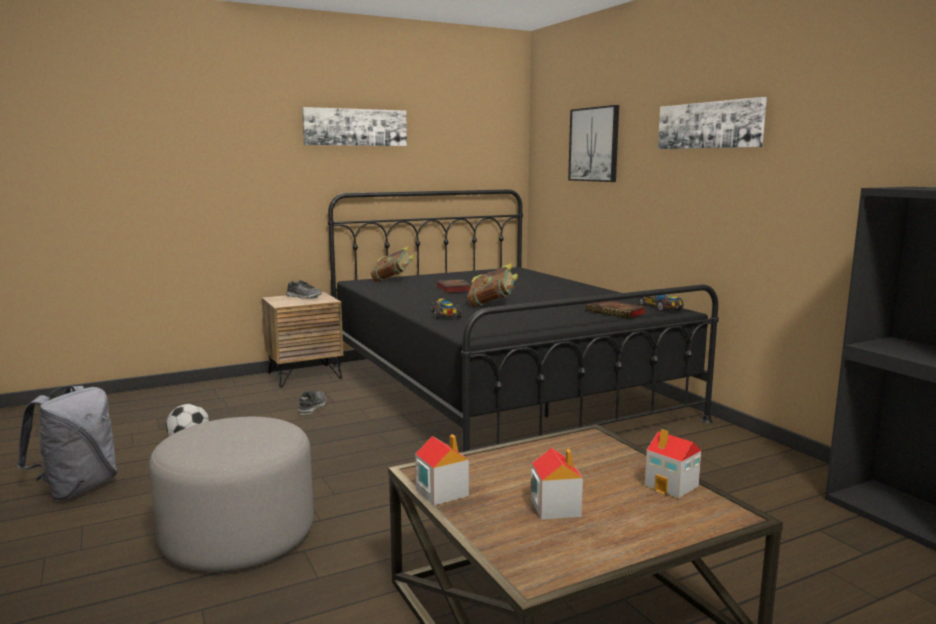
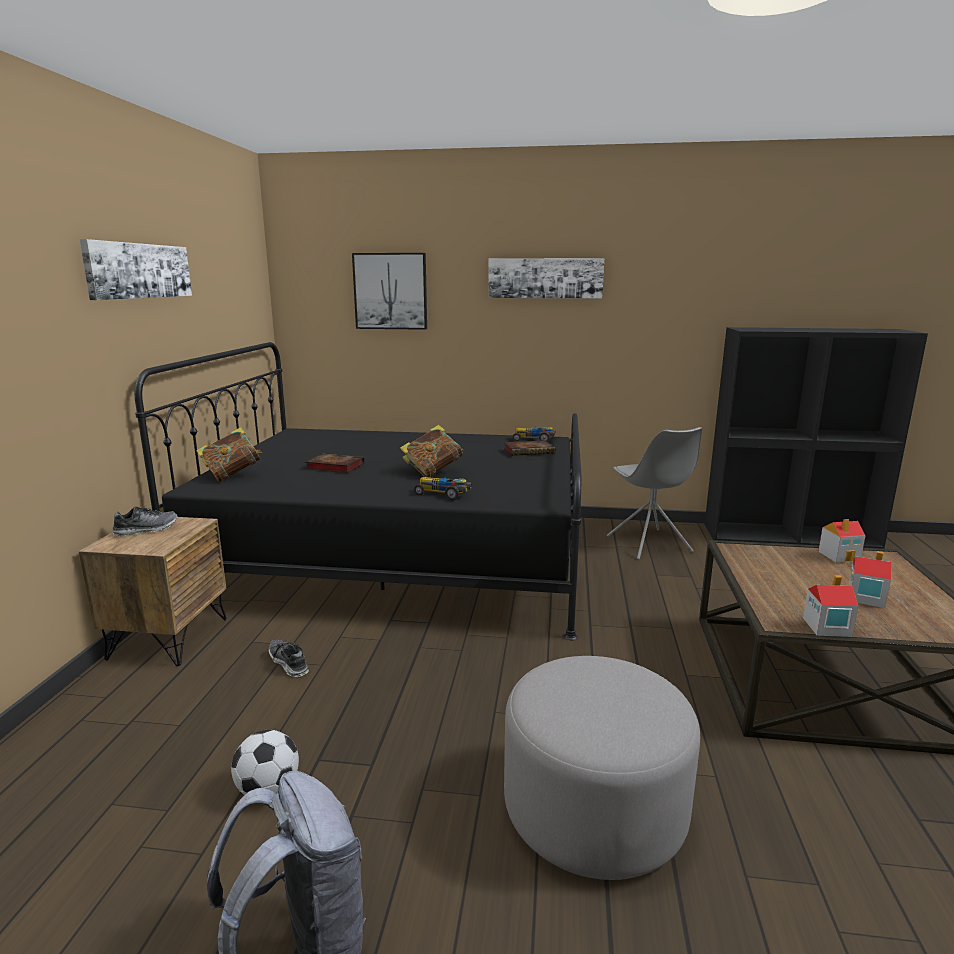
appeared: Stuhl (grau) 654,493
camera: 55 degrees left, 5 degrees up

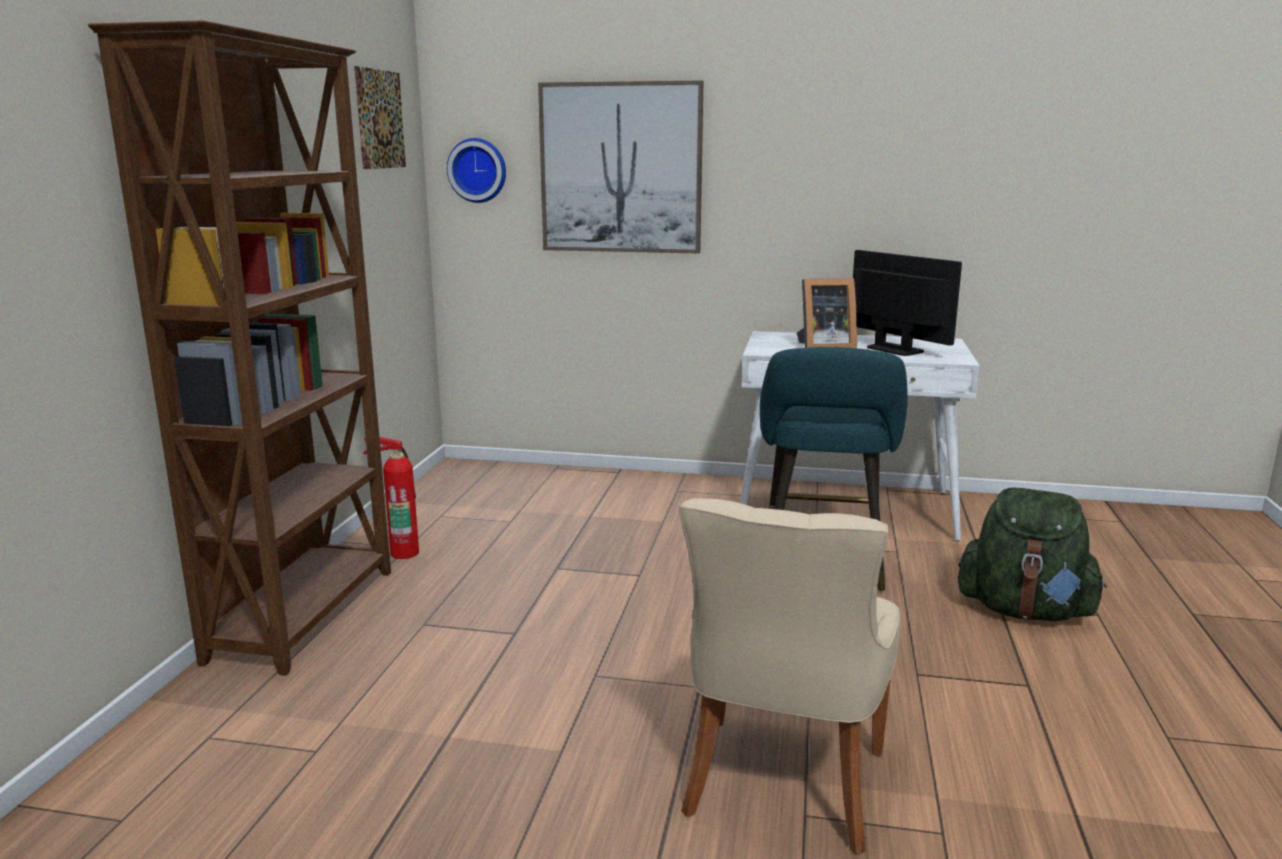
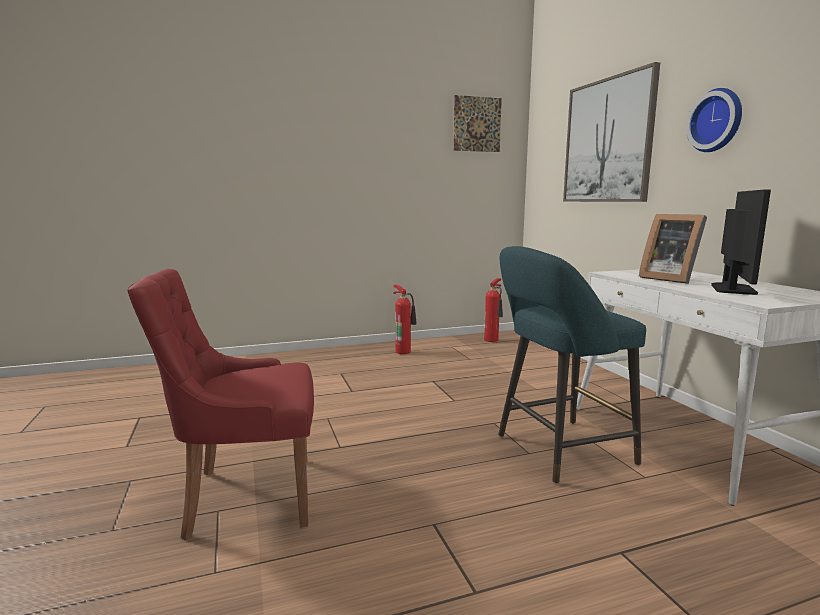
missing: Bücherregal (braun) 239,348; Rucksack (grün) 1032,554
appeared: Feuerlöscher 493,310
relocated: Wanduhr 476,170 to 714,120
colour: Stuhl (beige) 790,676 to Stuhl (rot) 220,405
camera: 60 degrees right, 5 degrees down

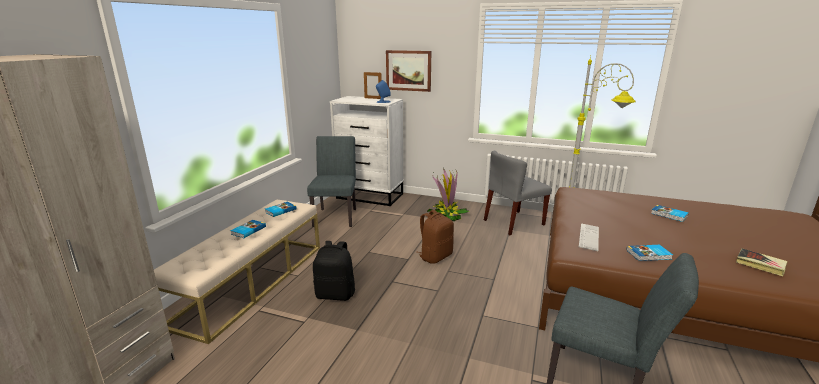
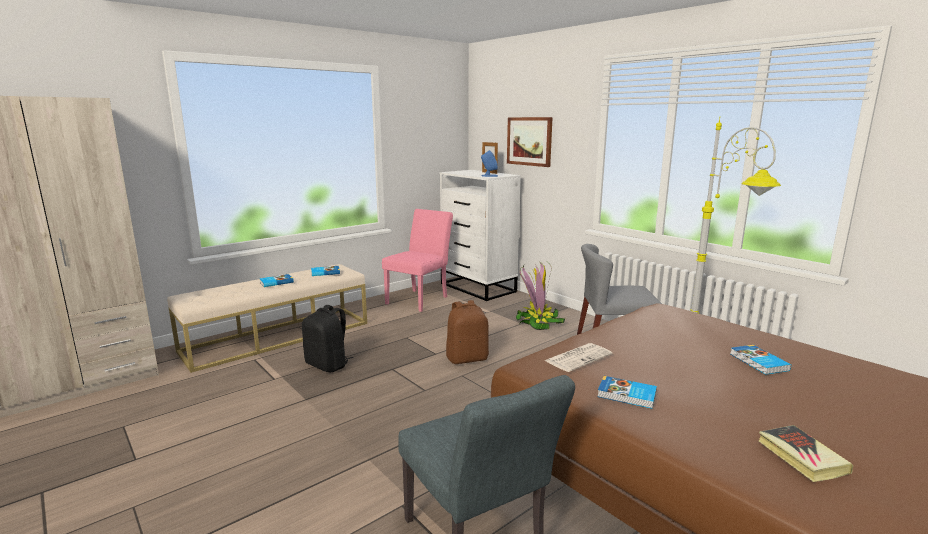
exchanged: Tastatur 589,237 to Zeitung 578,357
colour: Stuhl (grau) 331,181 to Stuhl (rosa) 417,260
camera: 30 degrees right, 5 degrees down

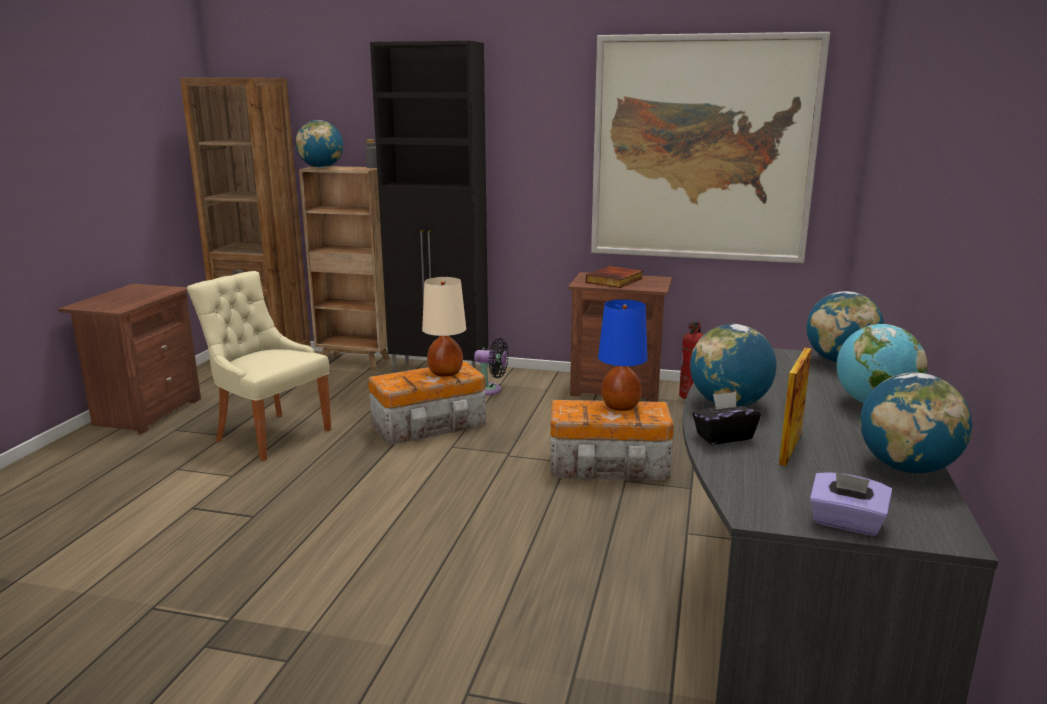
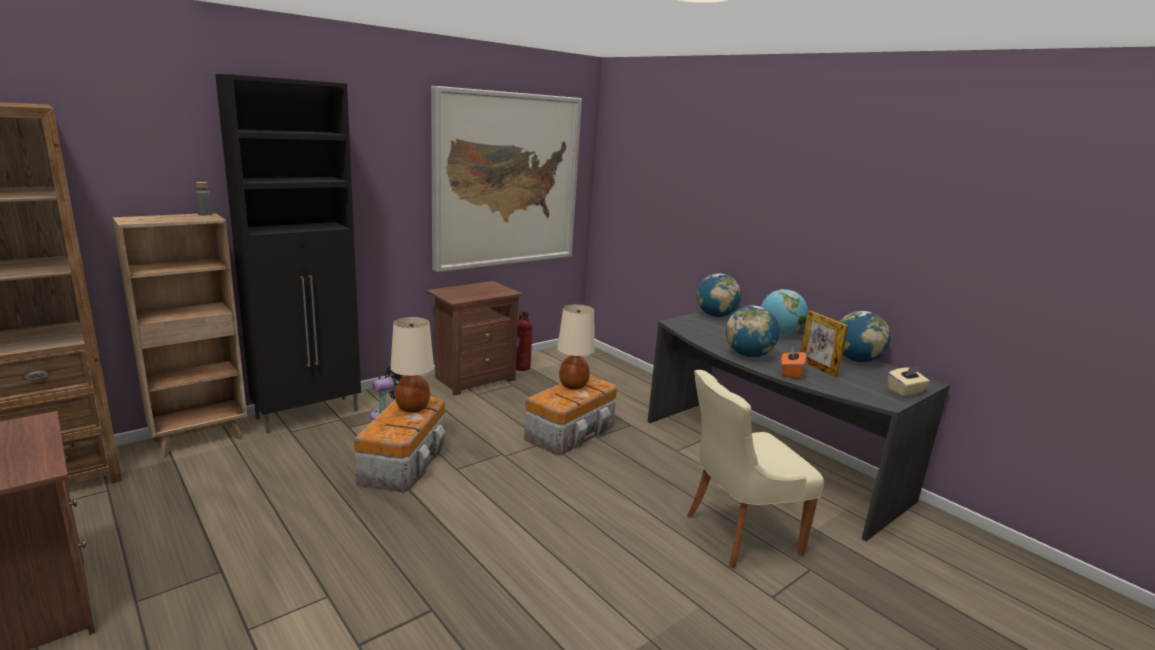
missing: Globus 319,144; Buch 614,277
relocated: Stuhl (beige) 259,366 to 755,469
colour: Tischlampe (blau) 622,355 to Tischlampe (beige) 576,346; Taschentuchbox (schwarz) 726,418 to Taschentuchbox (orange) 793,362; Taschentuchbox (lila) 851,504 to Taschentuchbox (beige) 909,382
camera: 55 degrees left, 0 degrees up

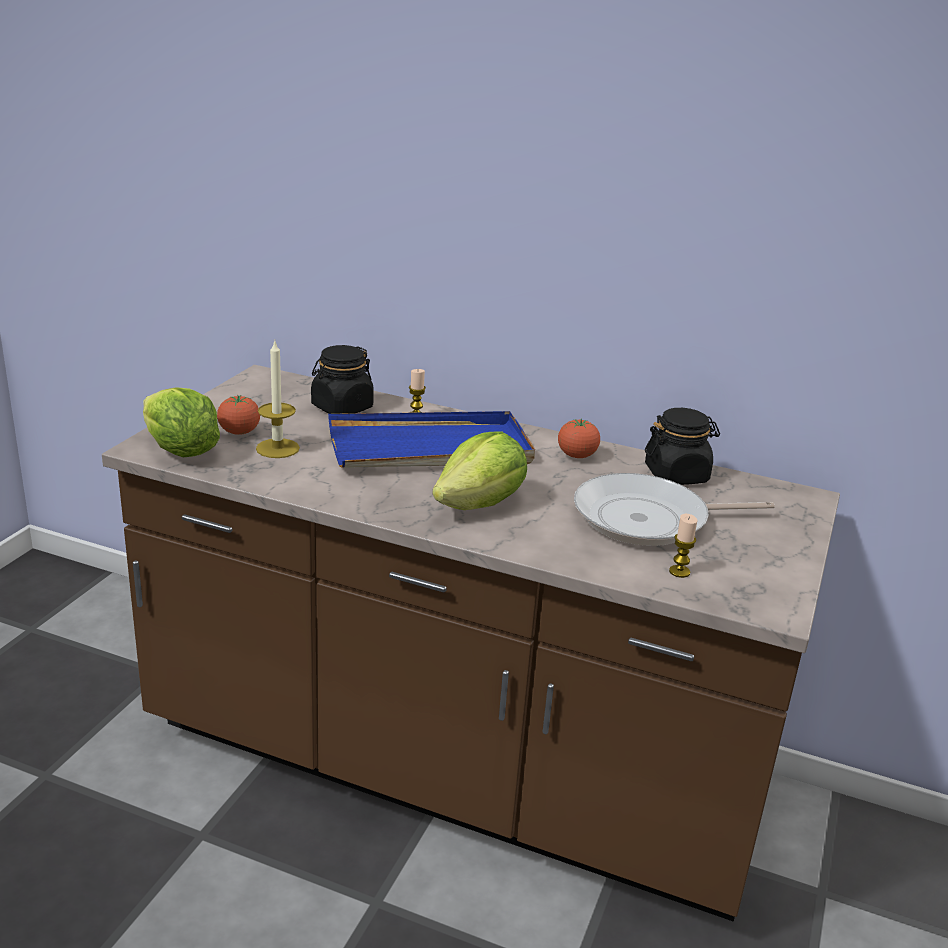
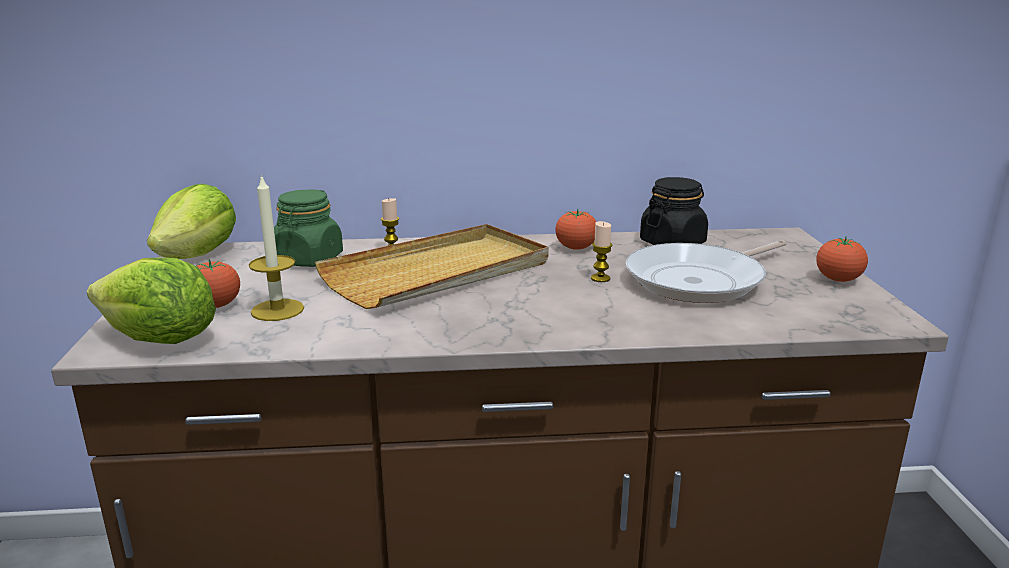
appeared: Tomate 842,259
relocated: Salatkopf 479,470 to 191,221; Kerze 683,546 to 601,251
colour: Vorratsglas (schwarz) 342,379 to Vorratsglas (grün) 308,228; Tablett (blau) 431,439 to Tablett (beige) 431,266
camera: 25 degrees left, 5 degrees down

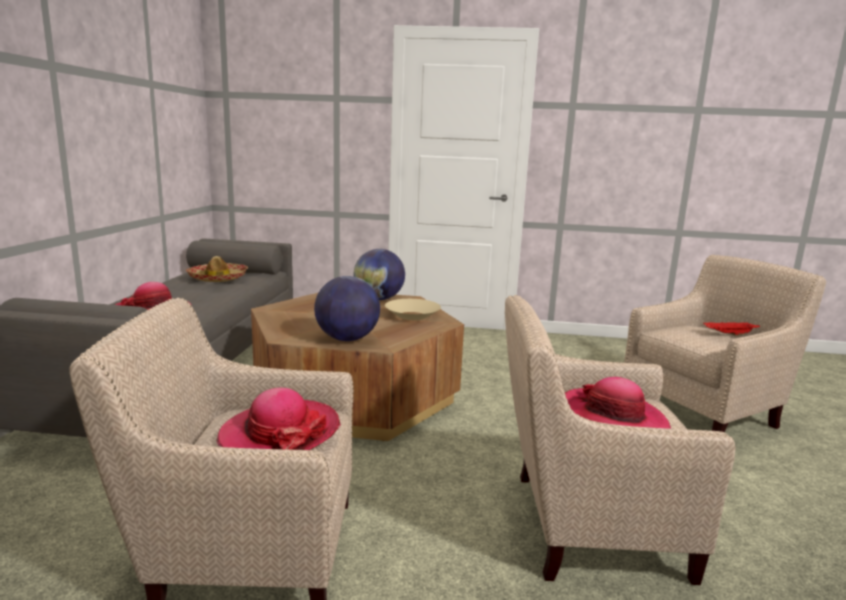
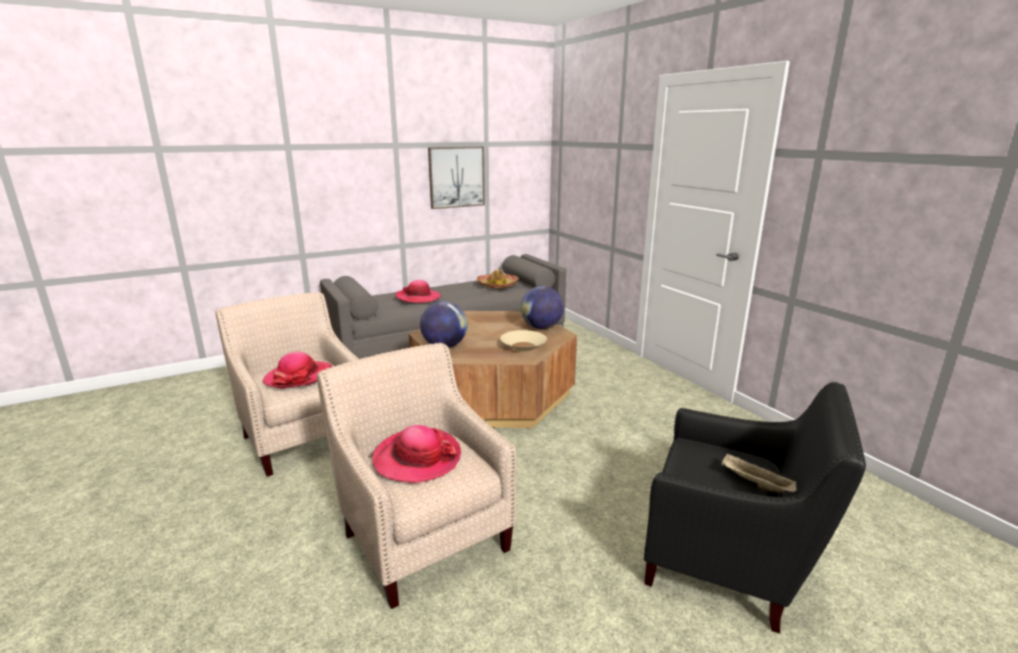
appeared: Bild 456,178
colour: Sessel (beige) 725,344 to Sessel (schwarz) 755,508; Tablett (rot) 731,329 to Tablett (beige) 758,473
camera: 55 degrees right, 5 degrees up

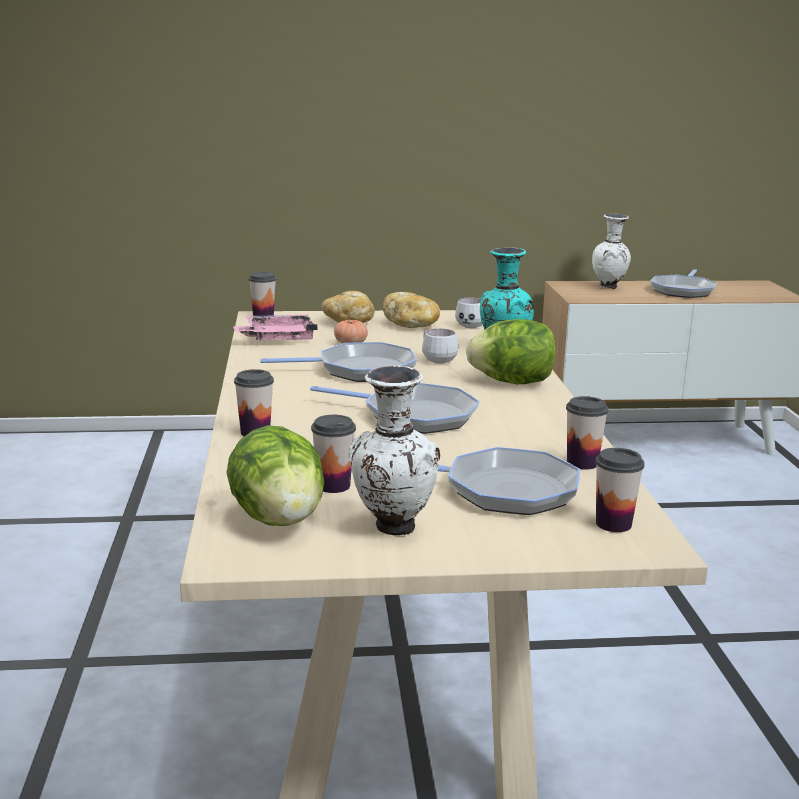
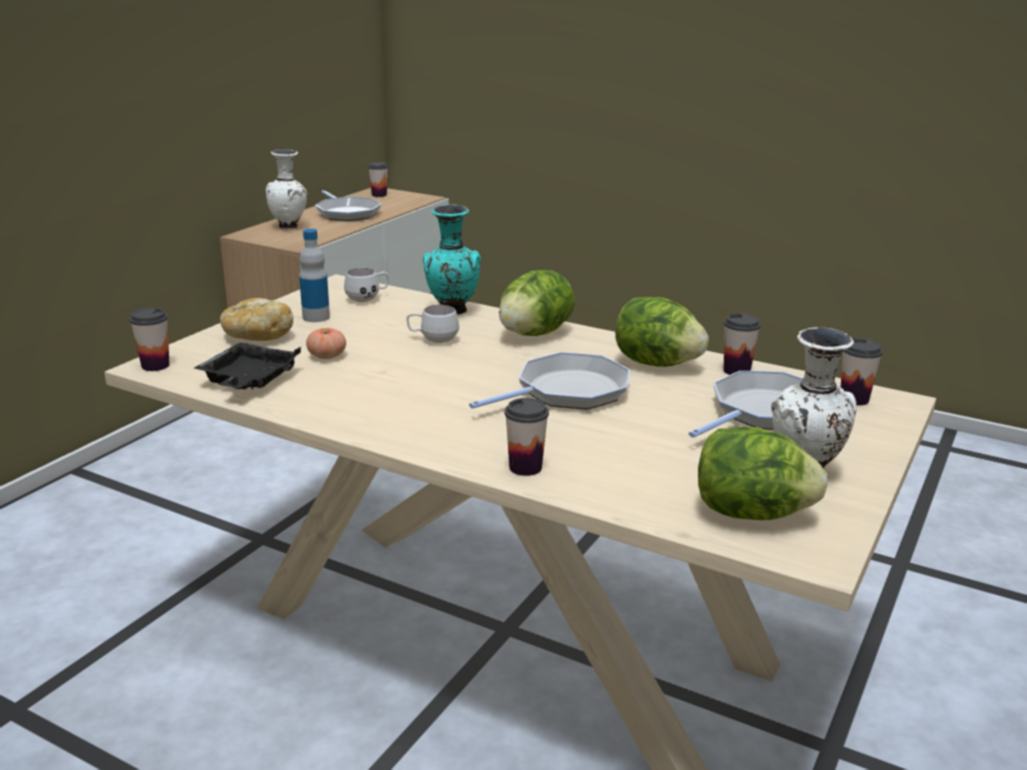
missing: Pfanne 338,362
appeared: Salatkopf 662,332
relocated: Tasse 333,454 to 378,179
exchanged: Brot 411,310 to Flasche 314,275
colour: Tablett (rosa) 275,327 to Tablett (schwarz) 247,365
camera: 55 degrees left, 5 degrees up

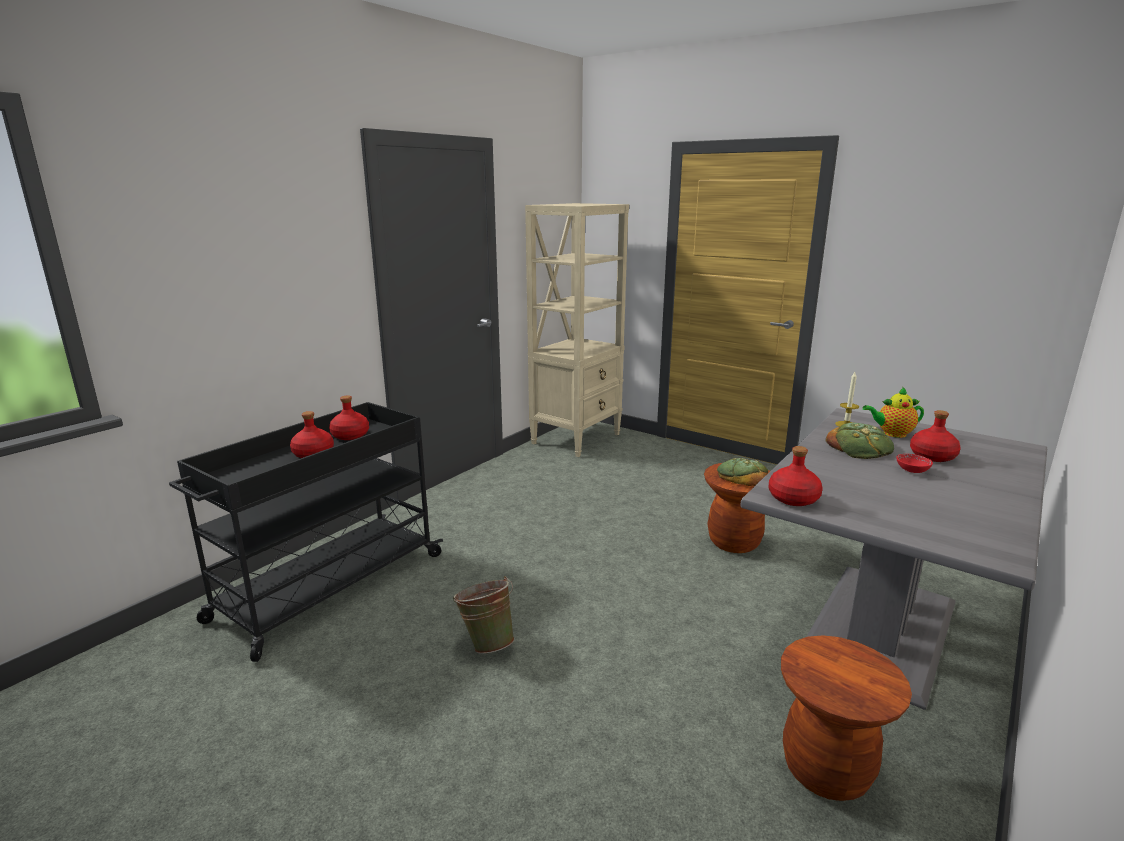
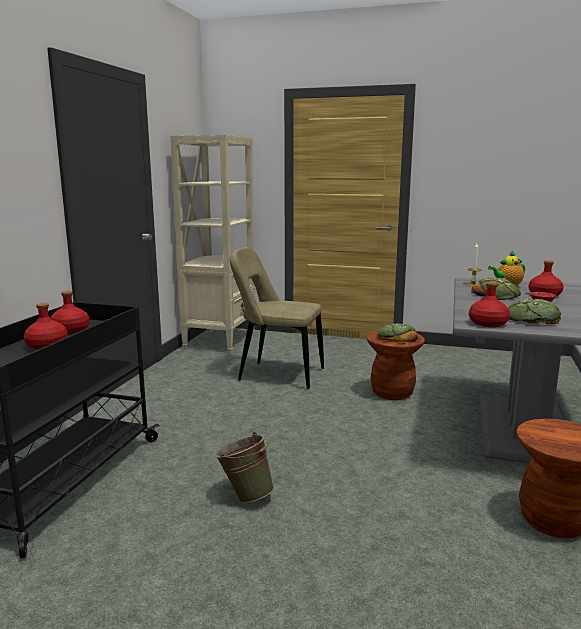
appeared: Stuhl (beige) 276,318; Brot 534,311
camera: 20 degrees left, 5 degrees down

